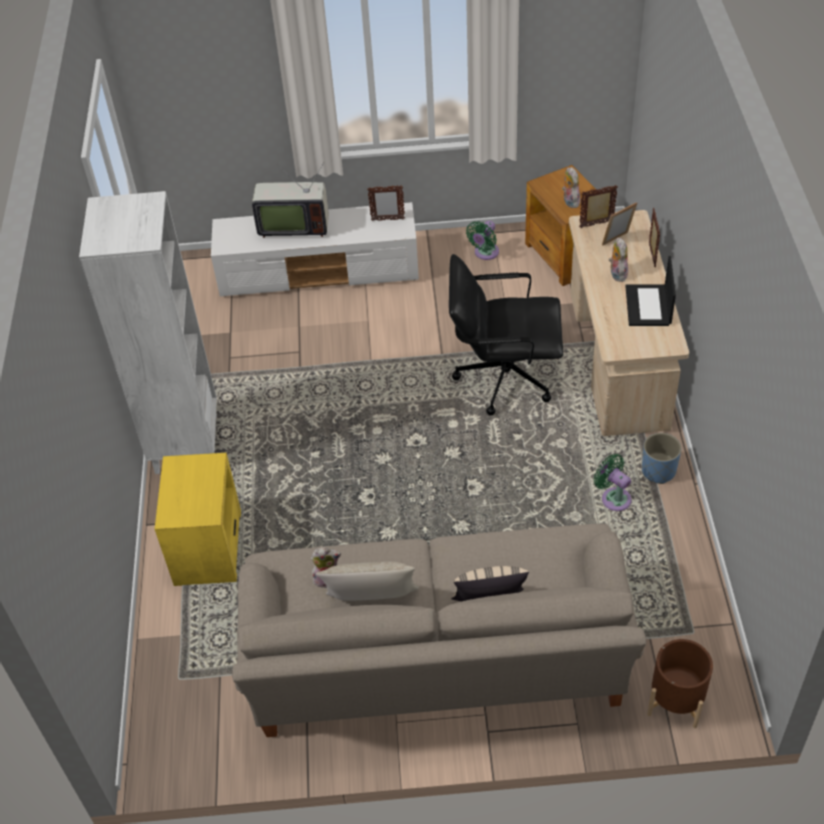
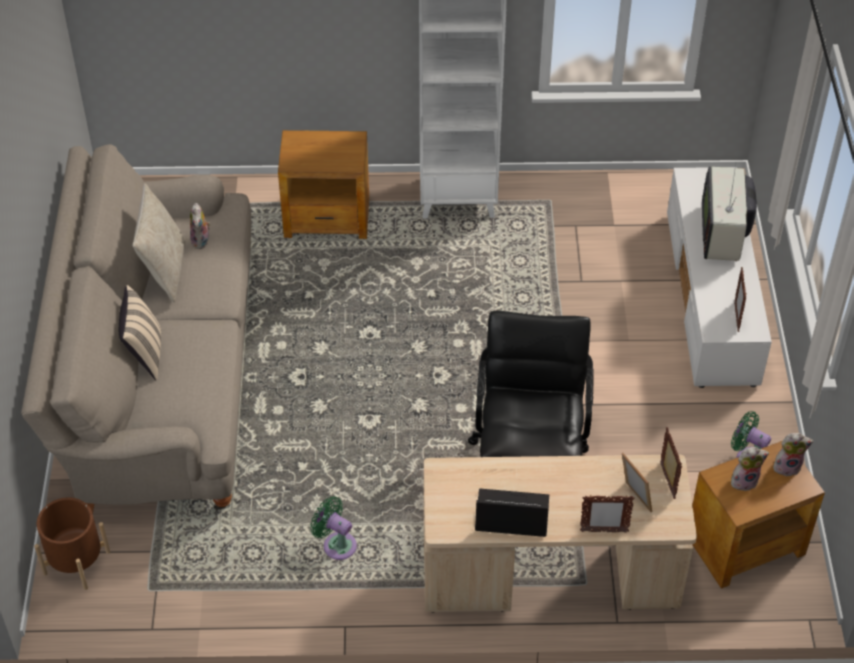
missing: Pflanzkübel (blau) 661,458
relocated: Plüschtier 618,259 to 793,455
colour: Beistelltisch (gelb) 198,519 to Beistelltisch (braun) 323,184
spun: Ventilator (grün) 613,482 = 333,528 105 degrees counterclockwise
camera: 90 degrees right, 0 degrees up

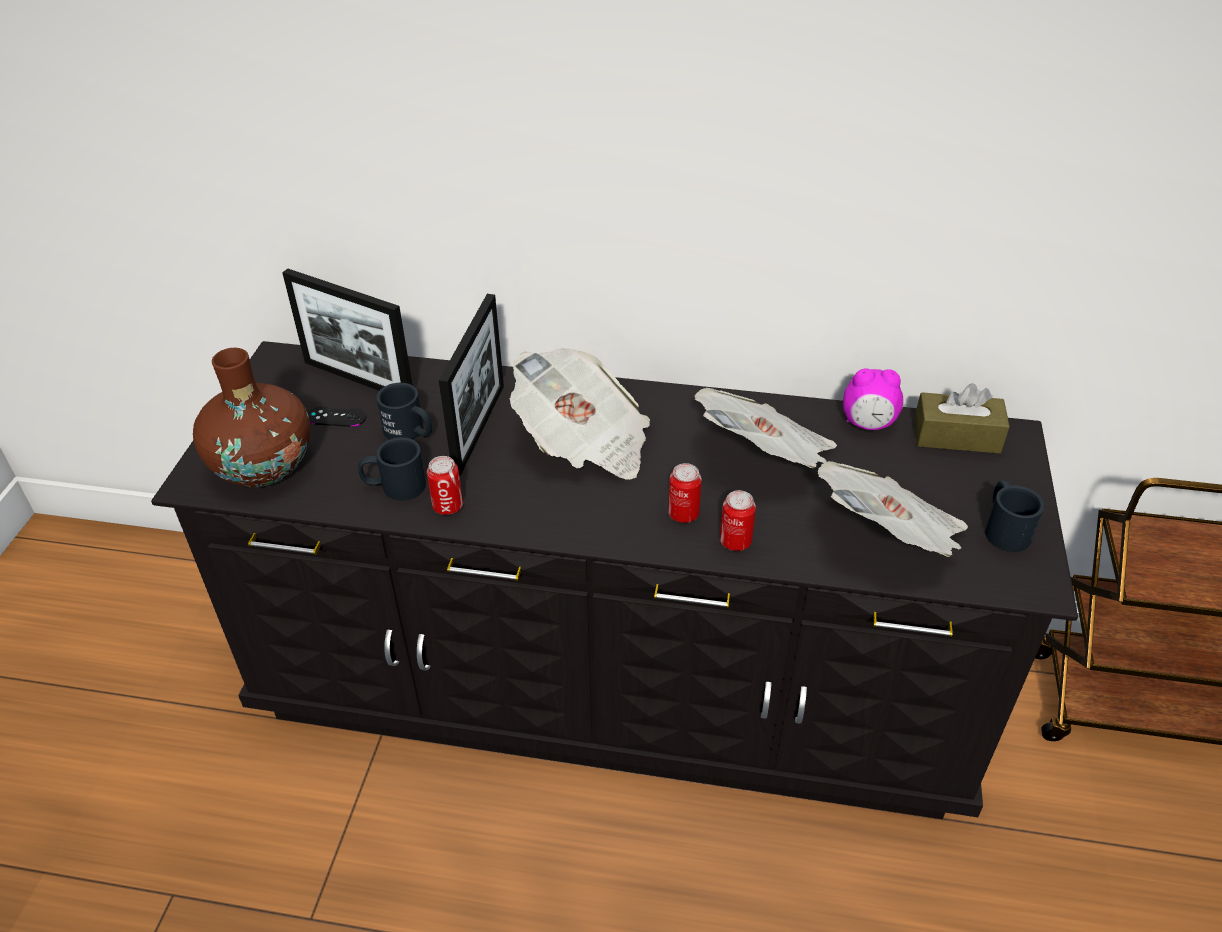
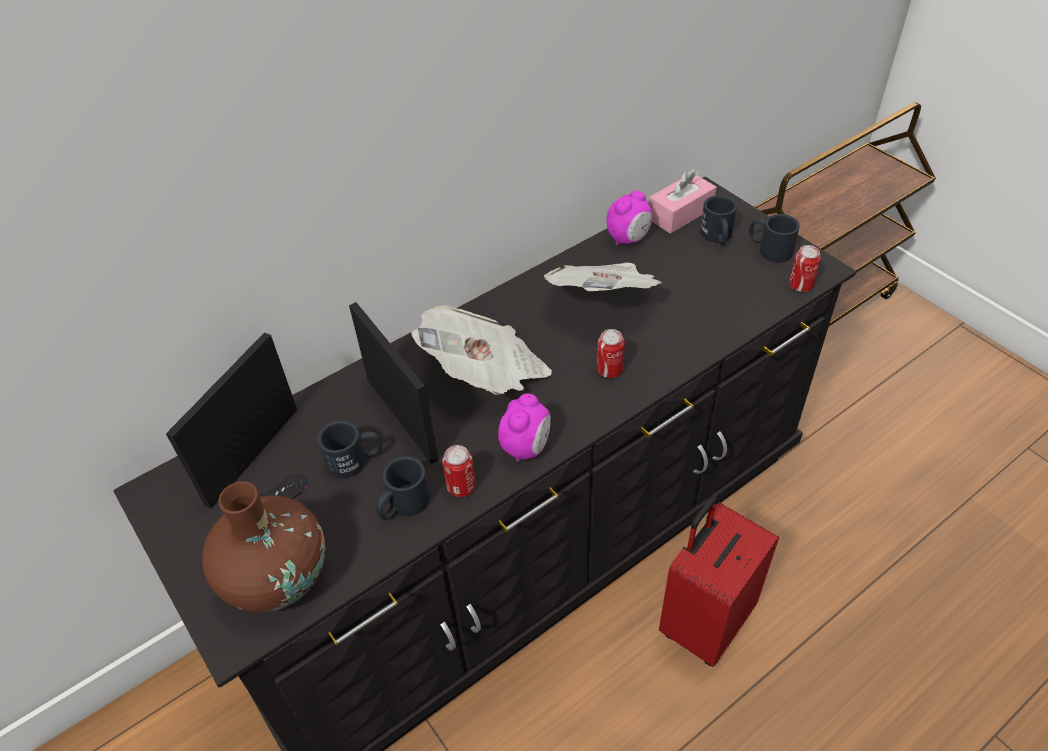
missing: Zeitung 893,509
appeared: Wecker 524,427; Koffer (rot) 719,581; Henkelbecher (schwarz) 718,220
relocated: Dose 738,520 to 805,268
colour: Taschentuchbox (braun) 962,418 to Taschentuchbox (rosa) 682,201
spun: Bilderrahmen 347,330 = 231,421 135 degrees clockwise
camera: 45 degrees left, 5 degrees up

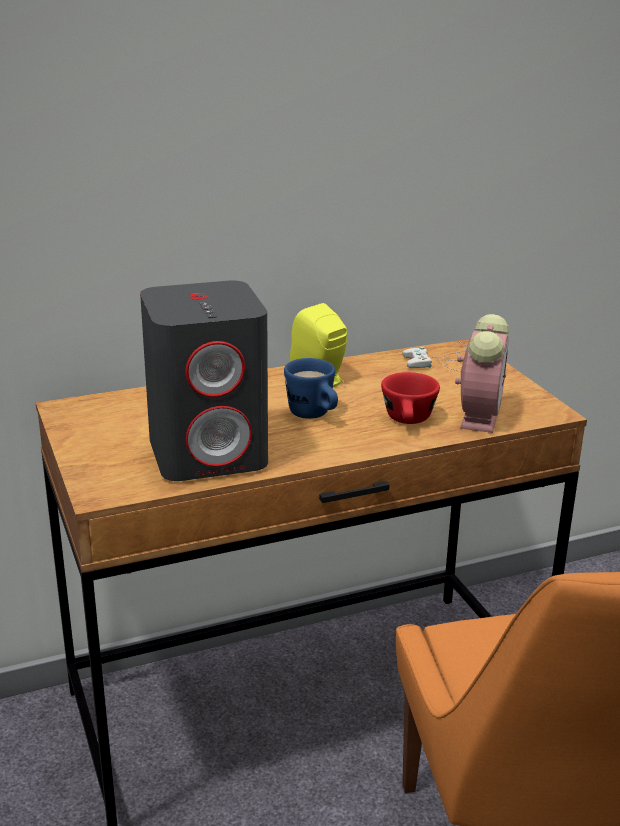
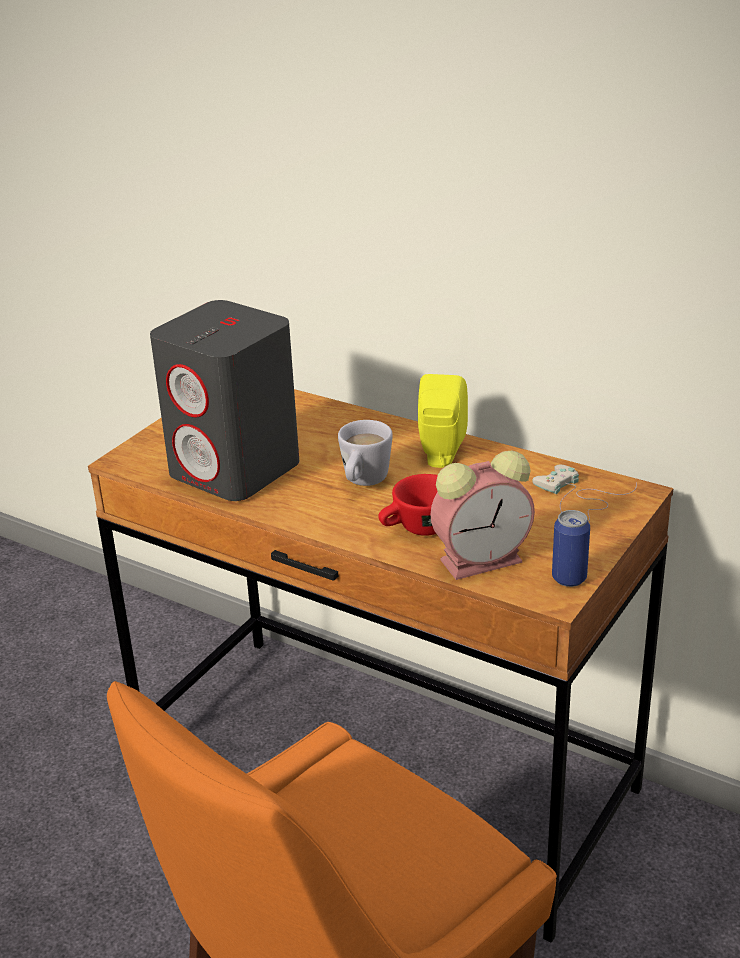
appeared: Dose 571,548
colour: Henkelbecher (blau) 311,388 to Henkelbecher (weiß) 365,453
camera: 55 degrees right, 5 degrees up

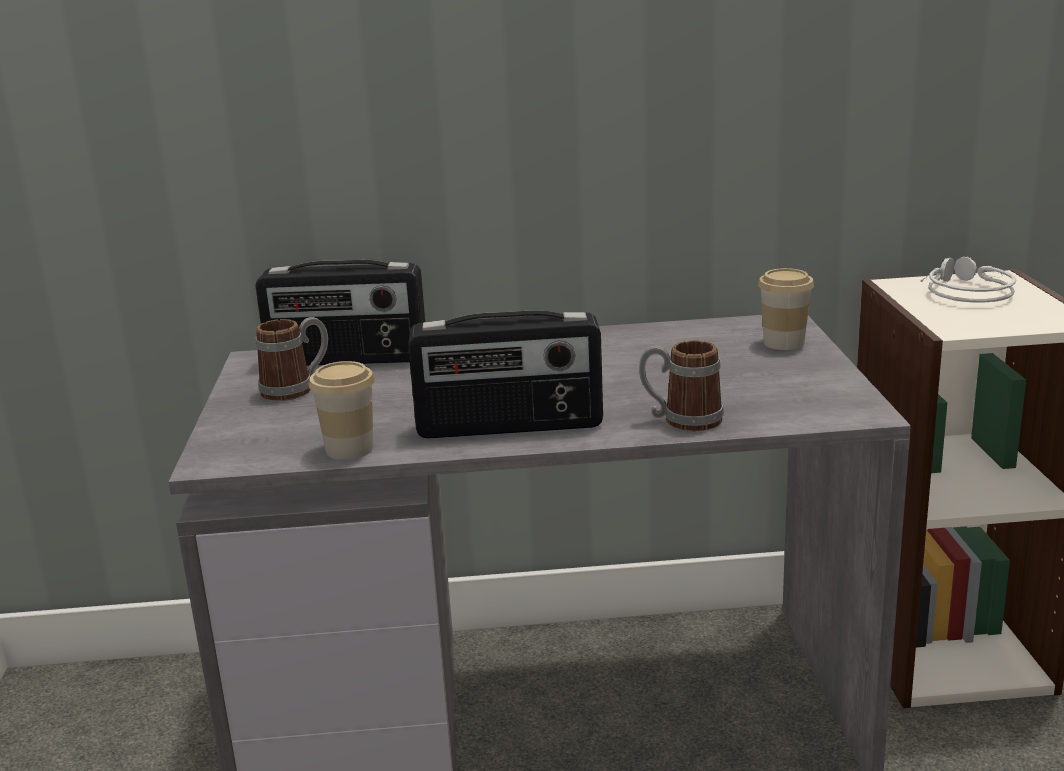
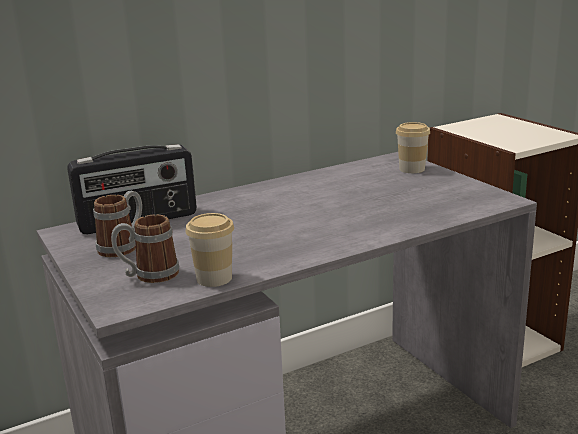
missing: Radio 505,375; Kopfhörer (grau) 968,280
relocated: Henkelbecher 681,385 to 145,248
camera: 25 degrees left, 0 degrees up

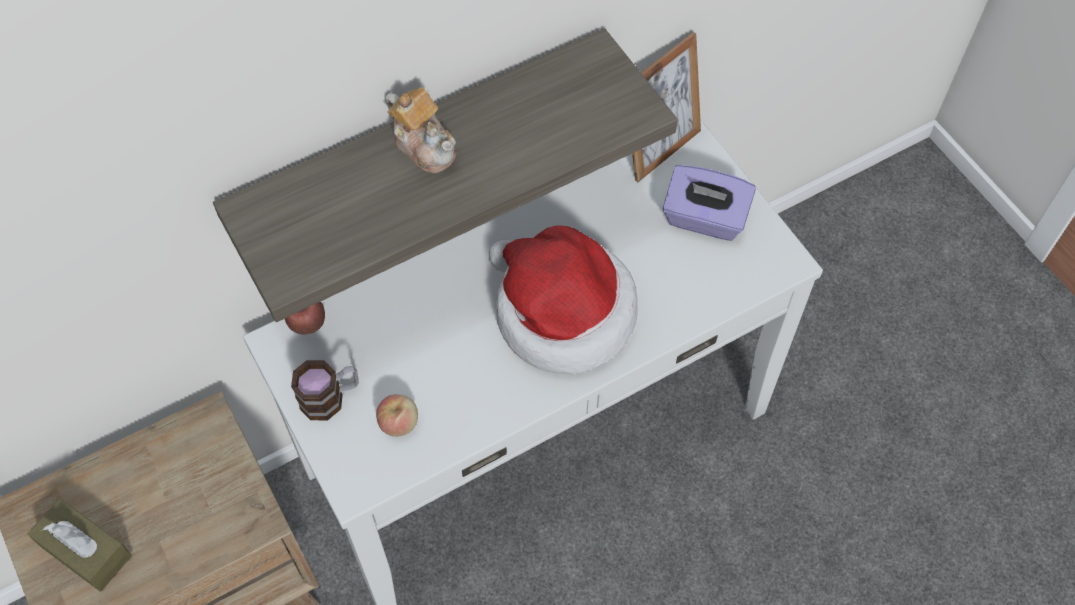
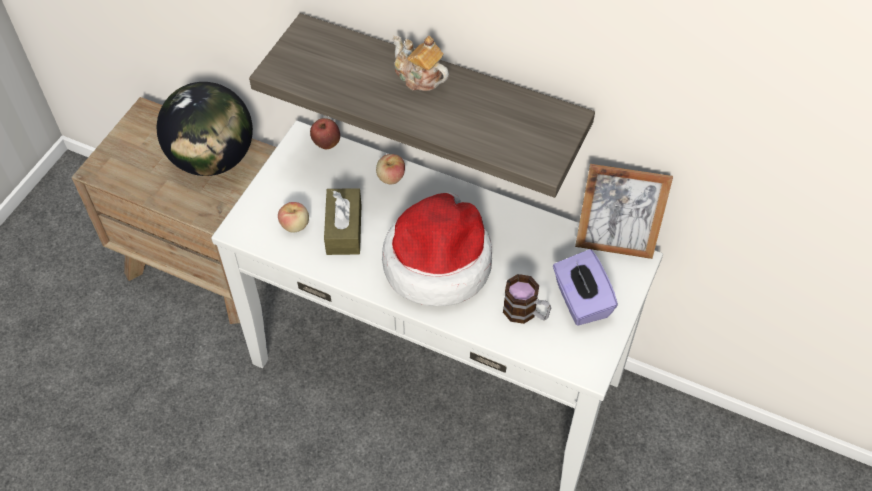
appeared: Globus 205,129; Apfel 390,169
relocated: Taschentuchbox (braun) 80,545 to 342,221; Henkelbecher 325,390 to 527,299
spun: Teekanne 420,130 = 421,63 120 degrees clockwise
camera: 55 degrees right, 5 degrees down

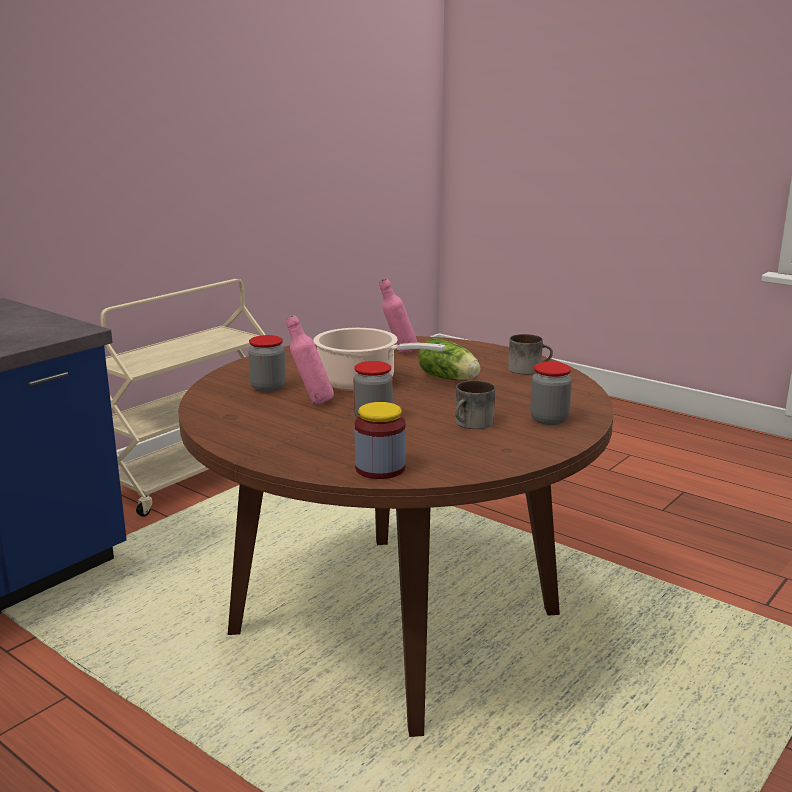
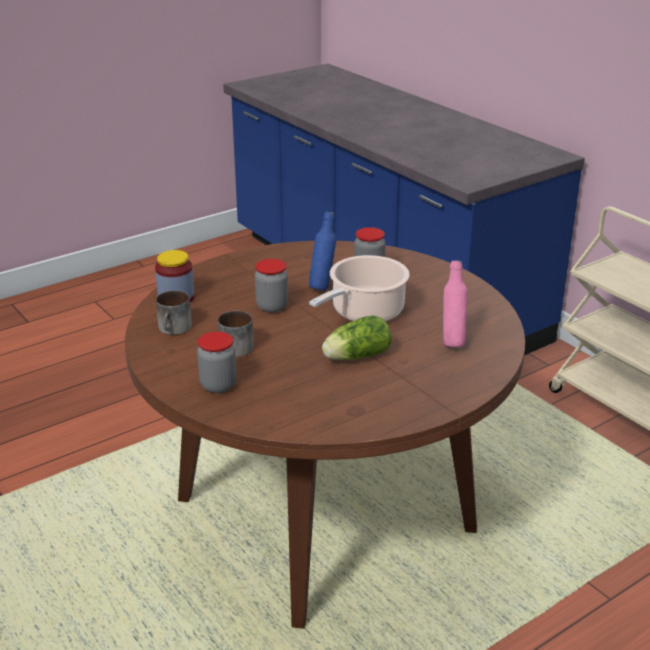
relocated: Henkelbecher 530,354 to 174,312
colour: Flasche (rosa) 310,360 to Flasche (blau) 322,250
camera: 105 degrees right, 10 degrees up

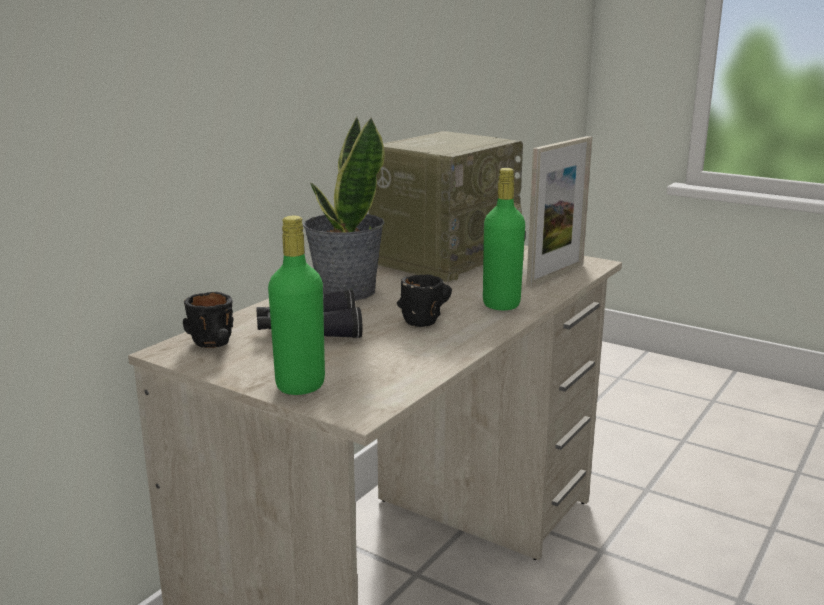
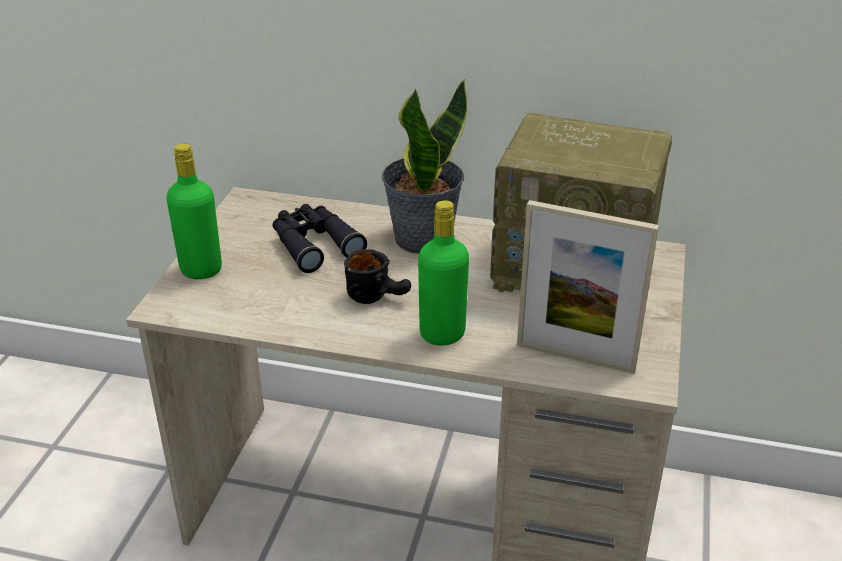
missing: Henkelbecher (schwarz) 208,320
camera: 70 degrees right, 15 degrees up

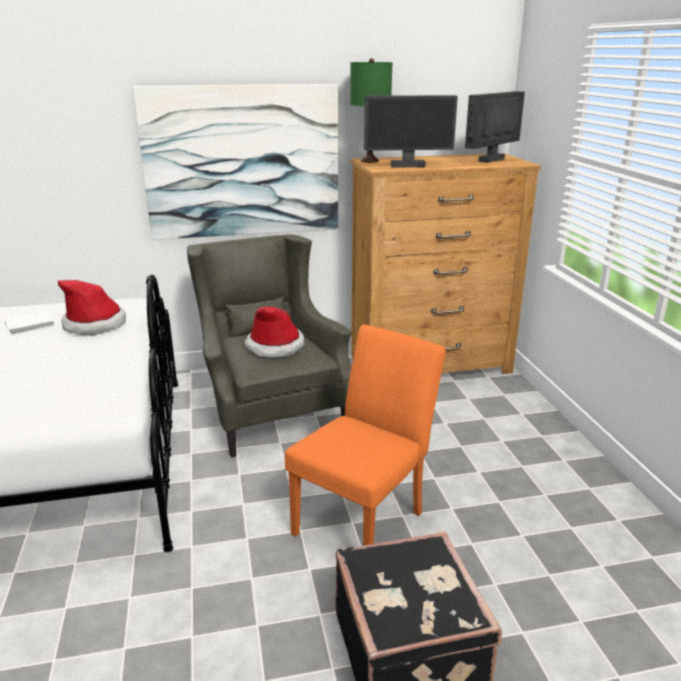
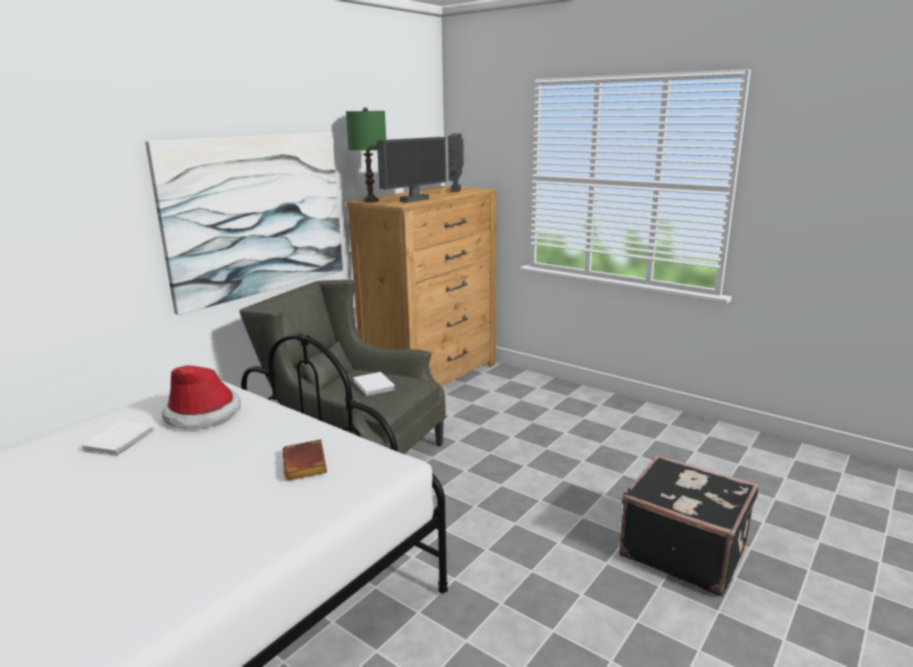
missing: Stuhl (orange) 365,435
appeared: Buch (braun) 305,460
exchanged: Hut 274,332 to Buch (weiß) 374,384
camera: 40 degrees left, 5 degrees down

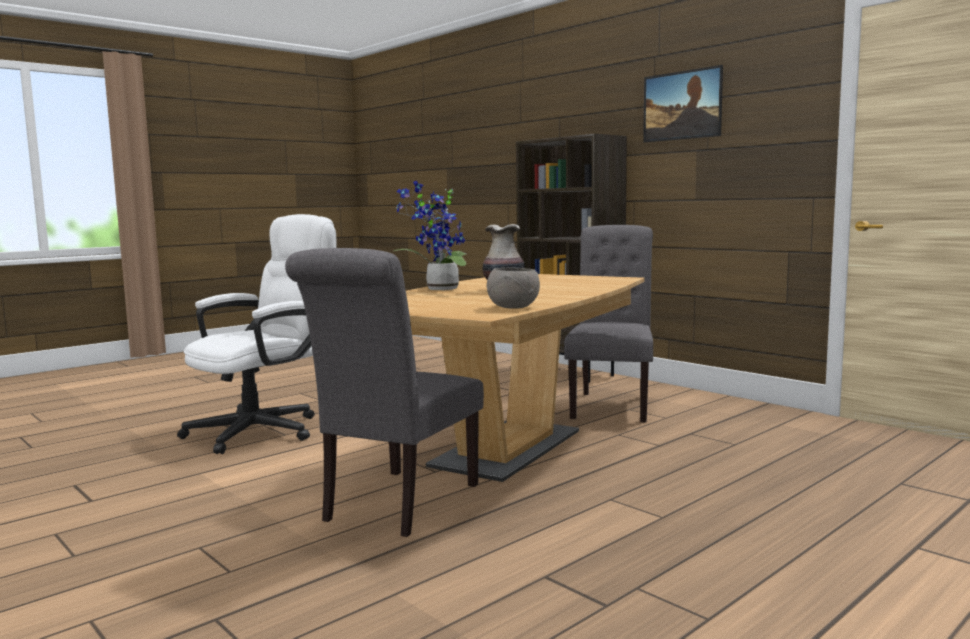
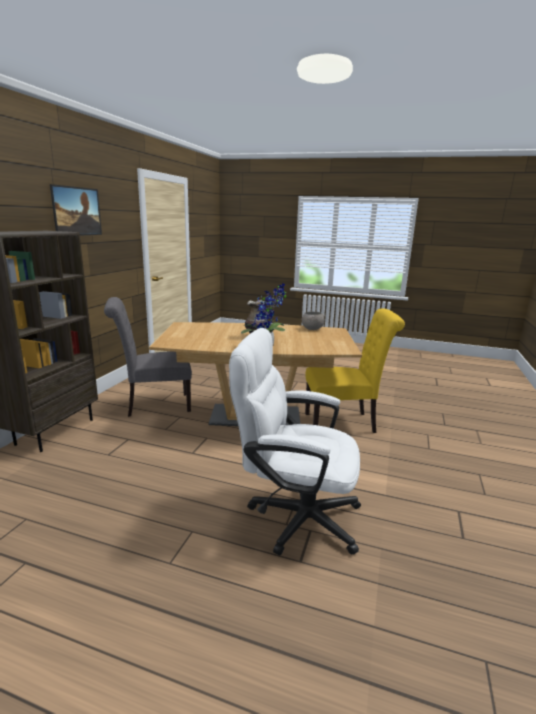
colour: Stuhl (grau) 384,392 to Stuhl (gelb) 355,370
camera: 120 degrees left, 10 degrees up

